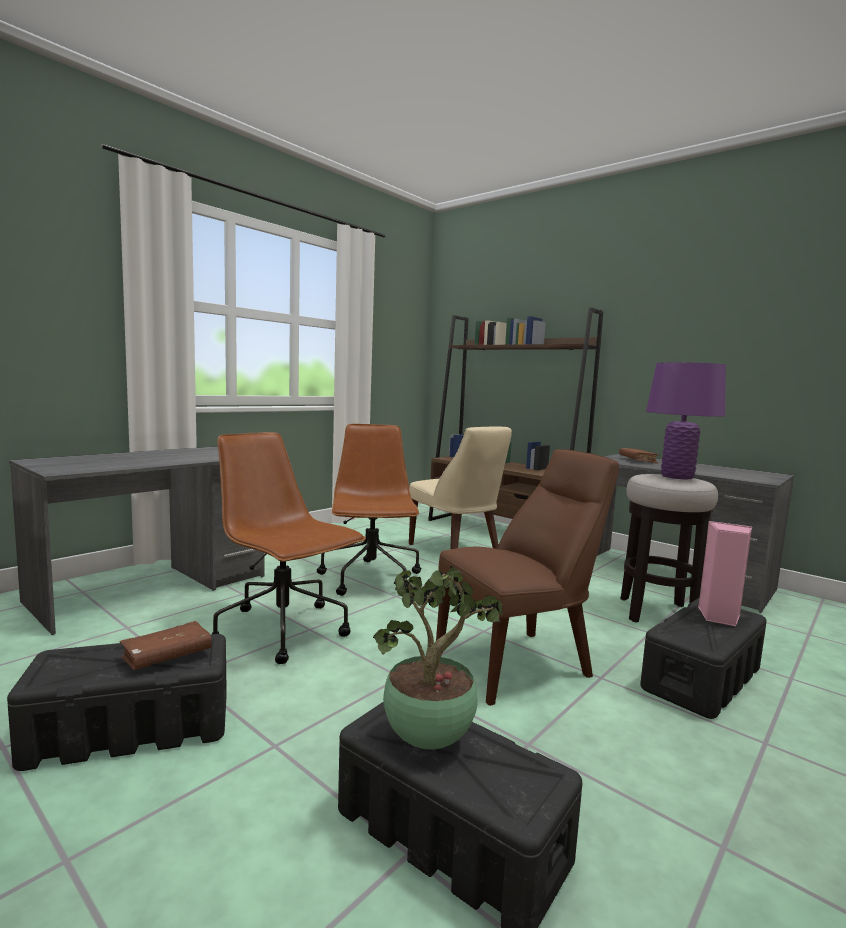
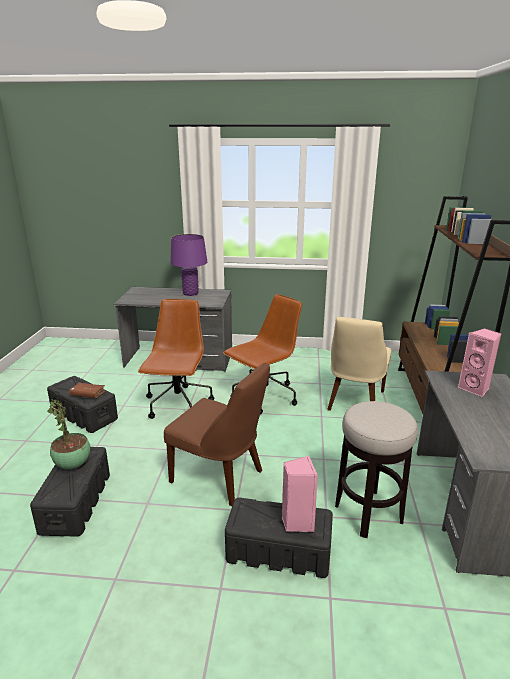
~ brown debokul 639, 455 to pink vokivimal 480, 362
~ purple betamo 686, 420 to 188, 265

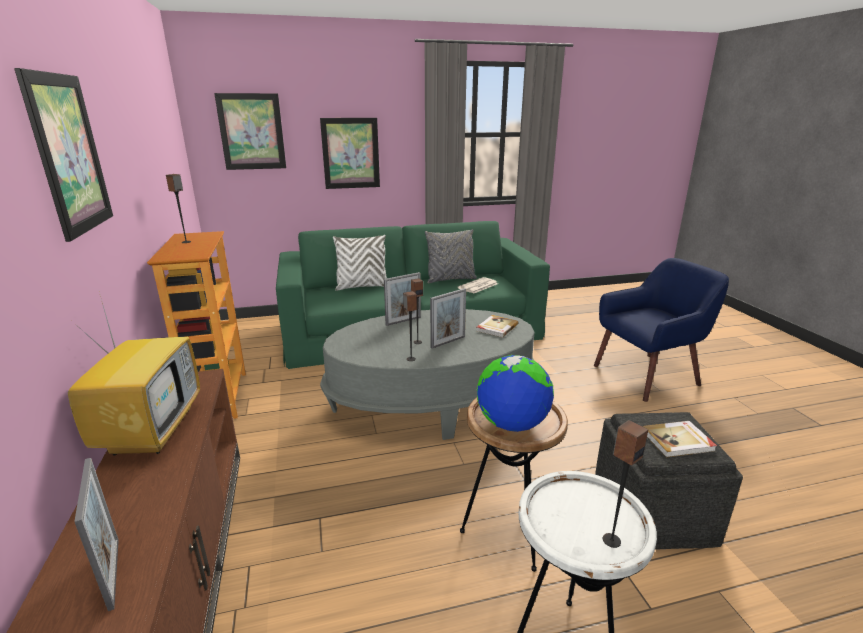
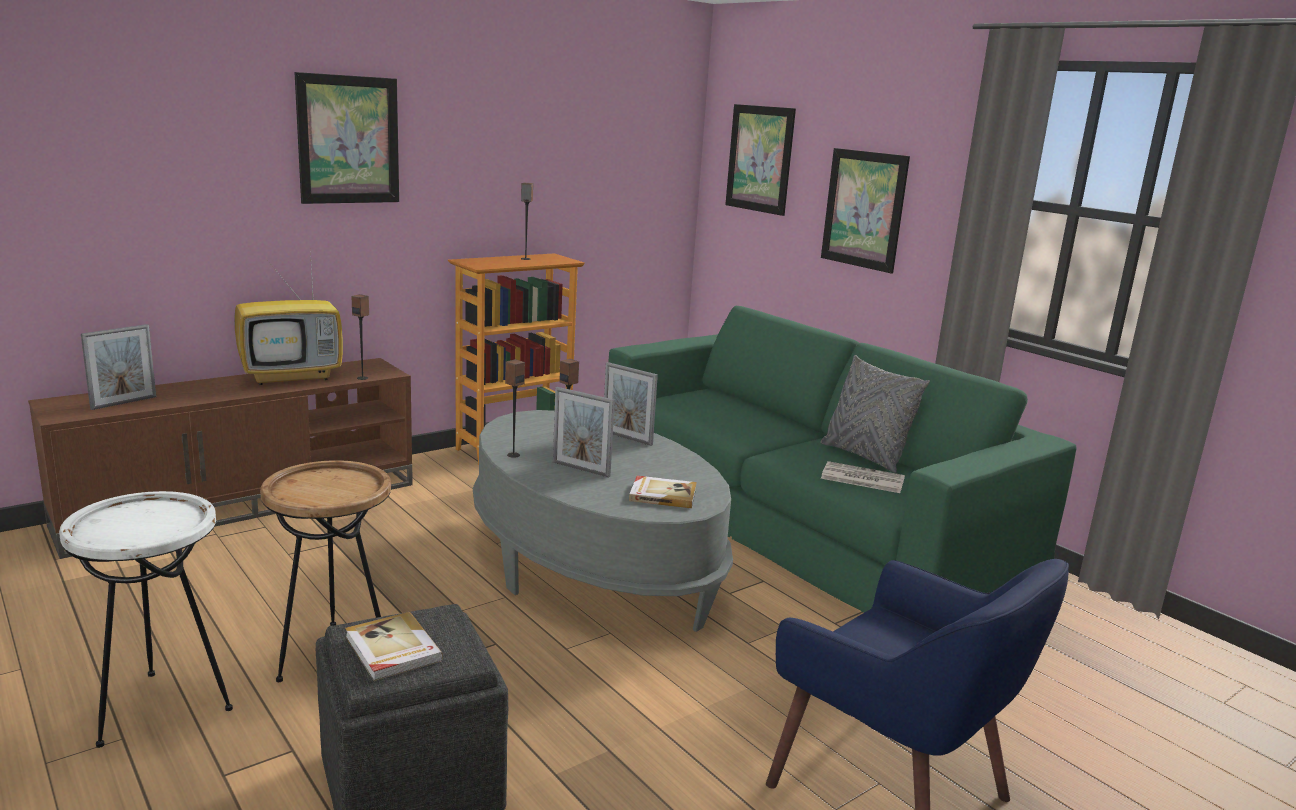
- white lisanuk 360, 263
- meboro 515, 393
~ vokivimal 625, 484 to 360, 337

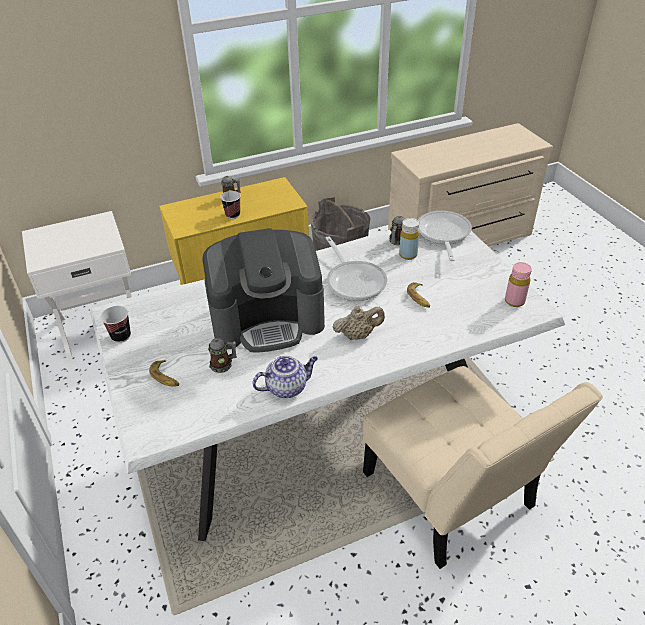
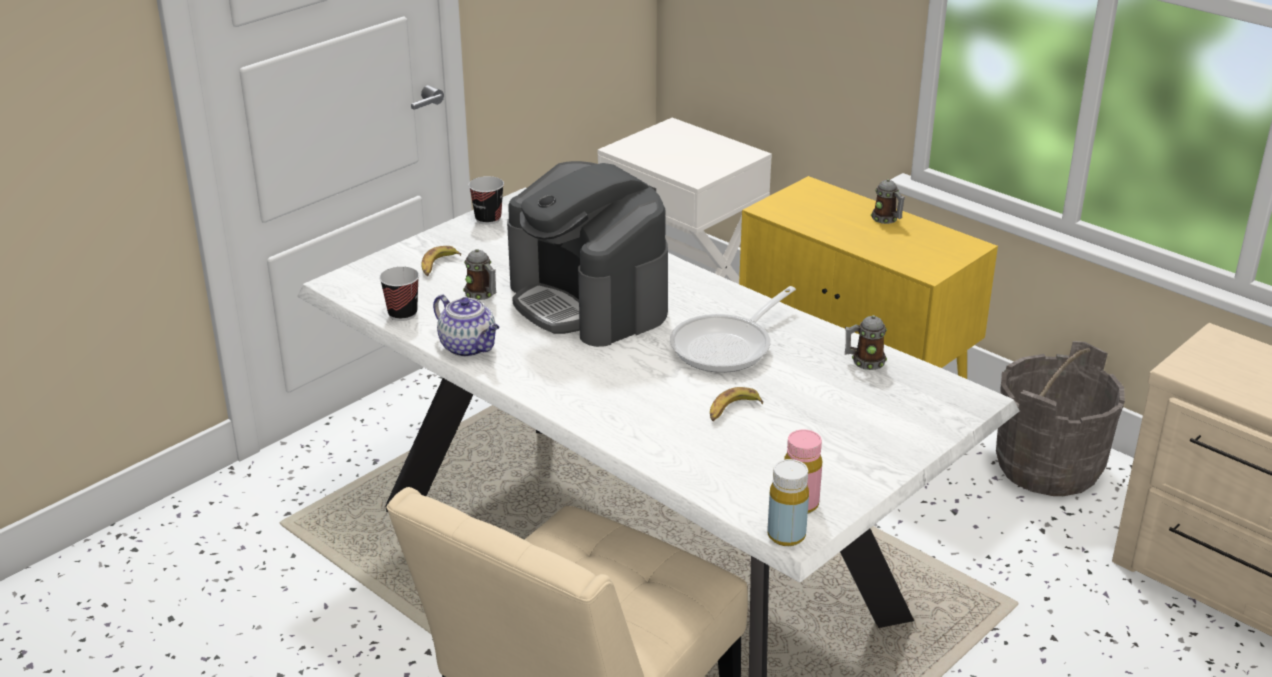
~ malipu 230, 205 to 399, 293
- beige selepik 358, 323
~ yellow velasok 409, 239 to 788, 502
- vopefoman 445, 236

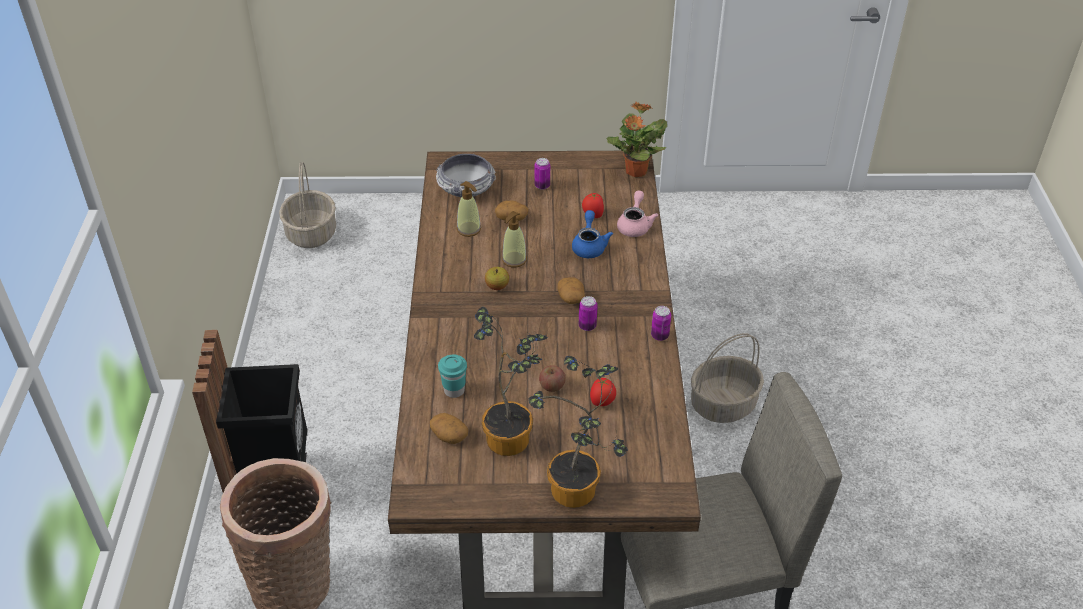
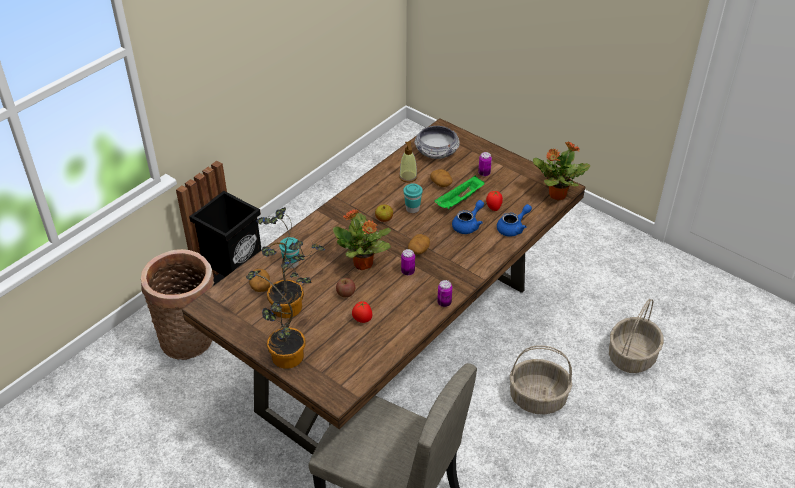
~ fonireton 307, 205 to 636, 336
~ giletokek 514, 239 to turquoise malipu 413, 198
~ pink selepik 637, 214 to blue selepik 514, 220
+ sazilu 362, 239
+ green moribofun 460, 192

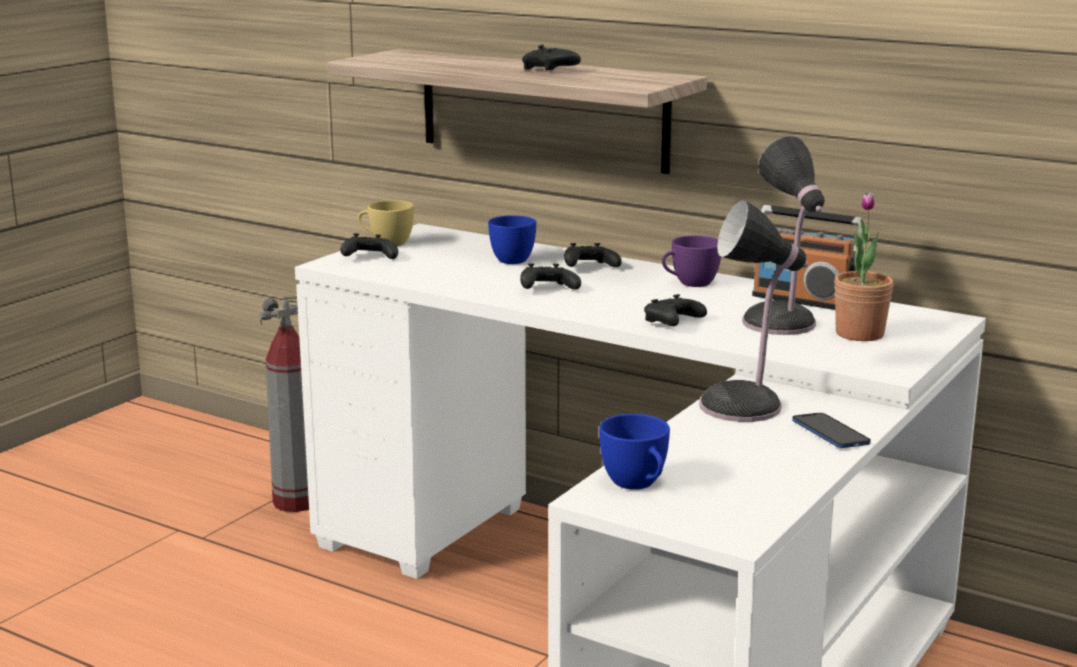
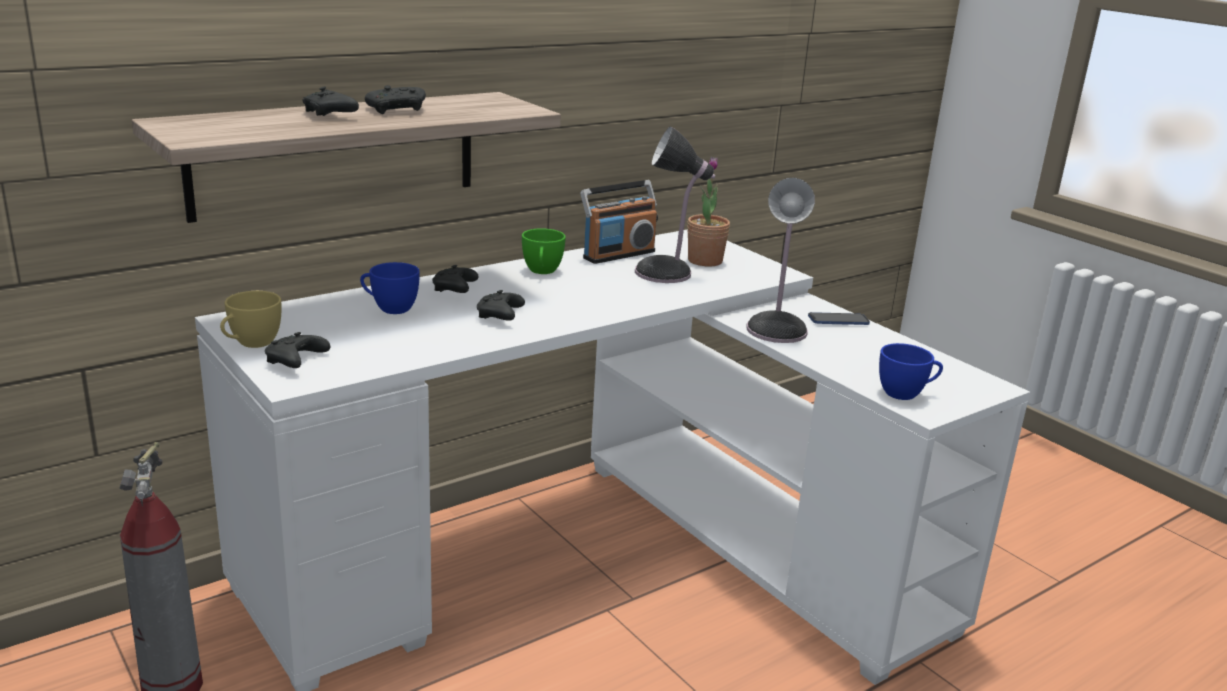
~ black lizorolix 675, 310 to 330, 101
~ purple malipu 691, 261 to green malipu 544, 251

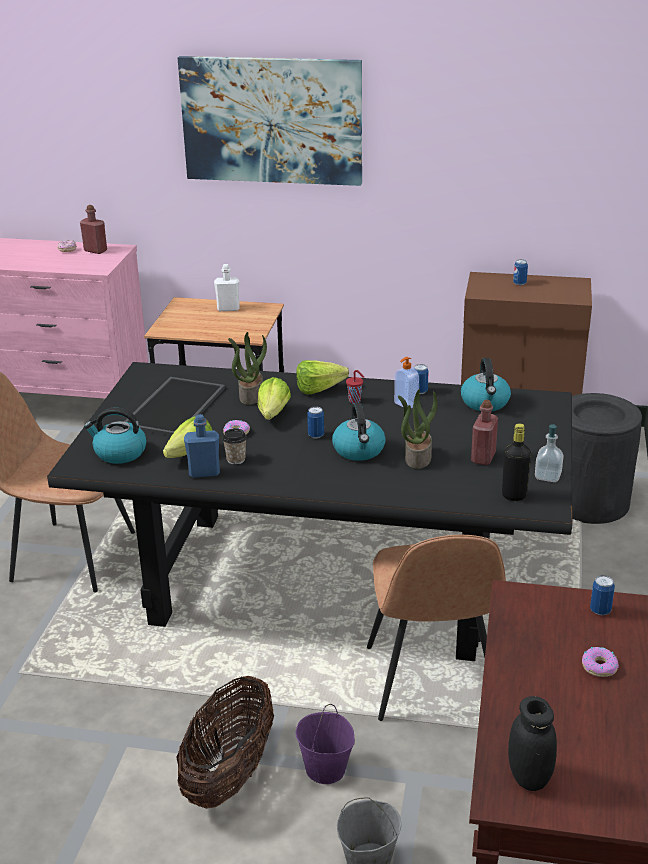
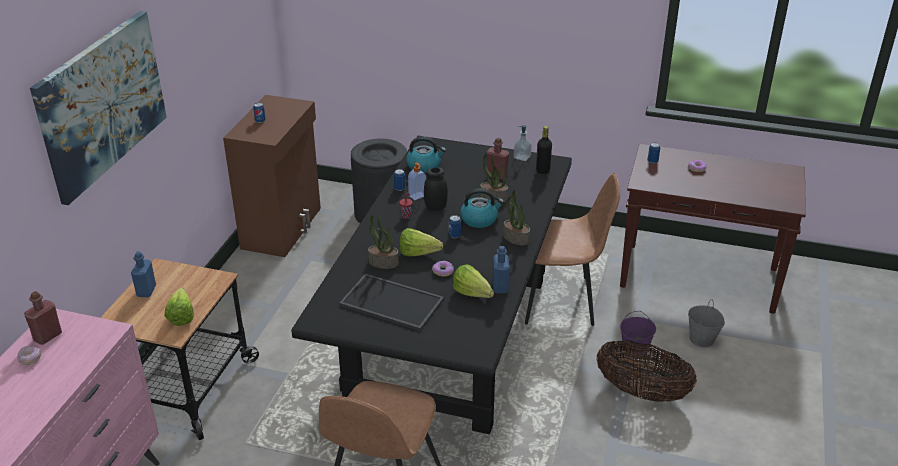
- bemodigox 115, 436
~ white velasok 227, 287 to blue velasok 143, 274
- malipu 234, 446
~ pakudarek 322, 377 to 179, 307
~ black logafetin 532, 743 to 436, 189
+ sazilu 516, 218

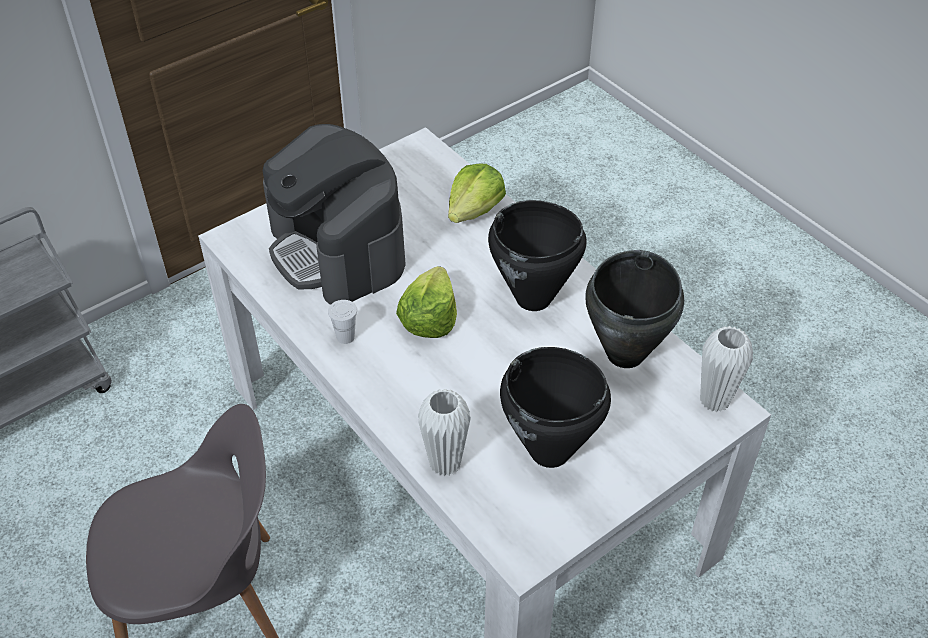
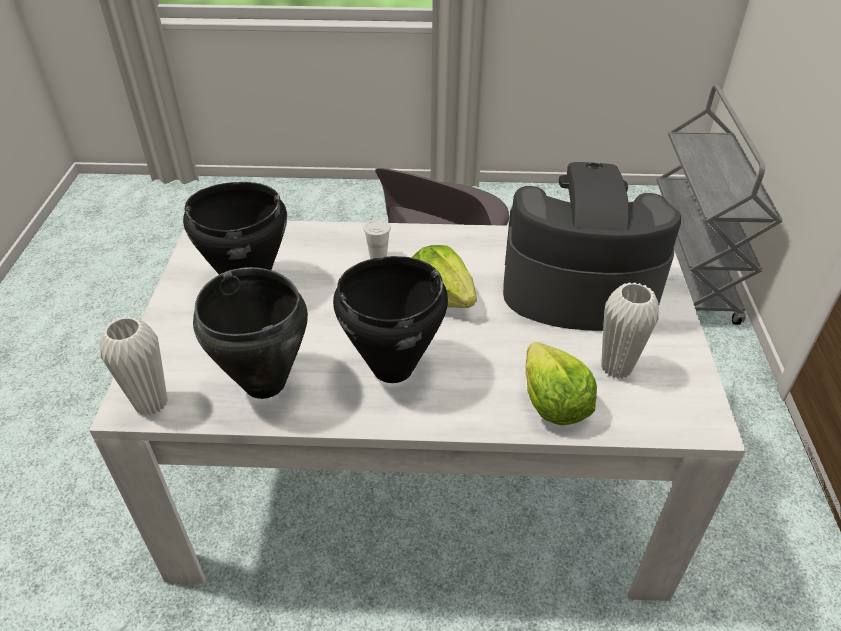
~ white malipu 342, 322 to 377, 239
~ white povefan 444, 432 to 630, 330

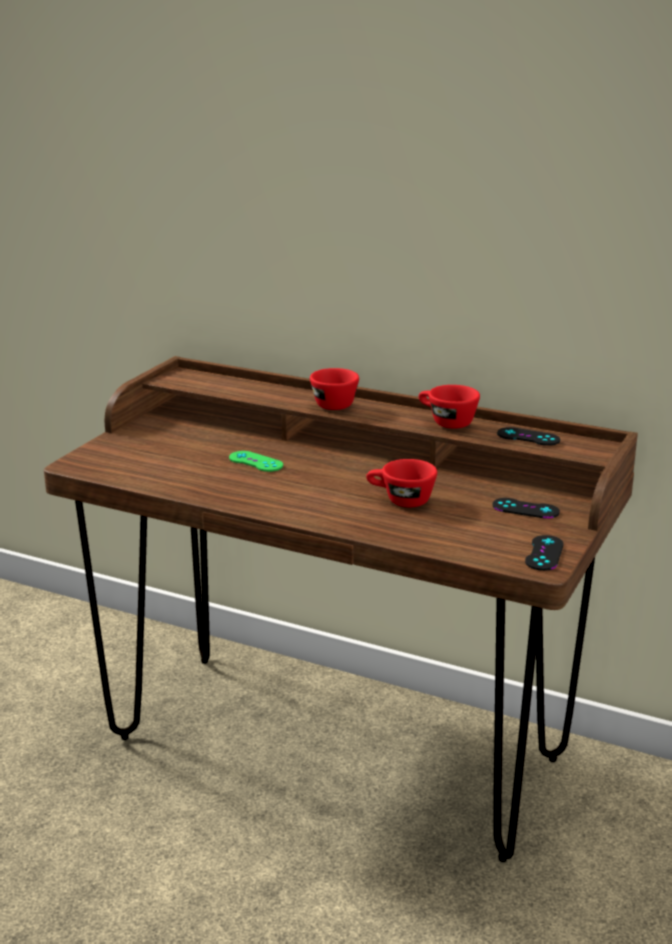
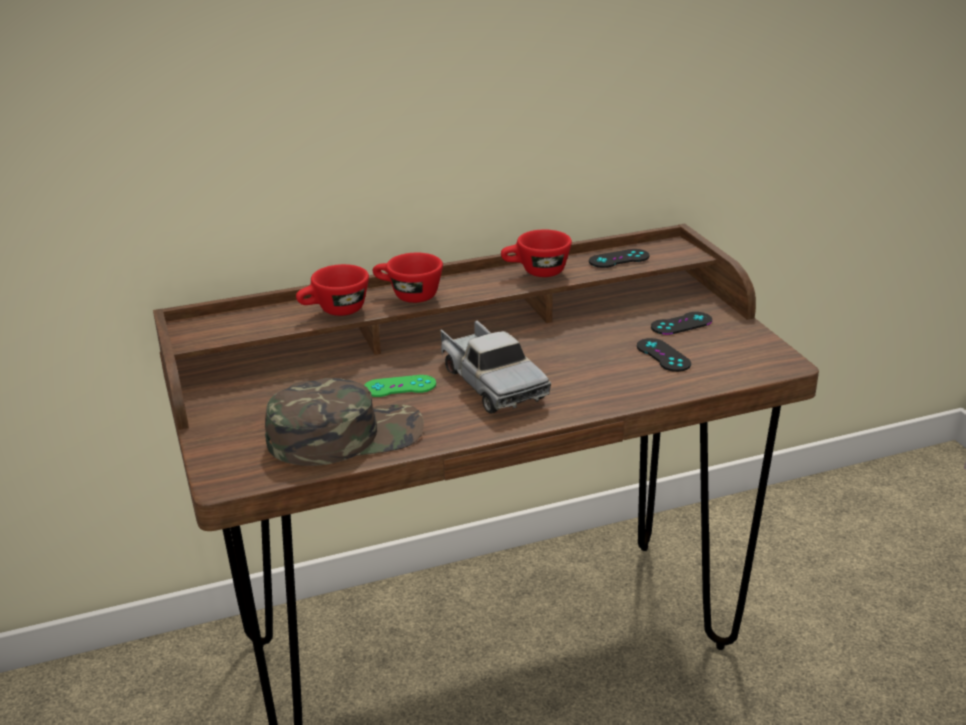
~ red malipu 401, 483 to 332, 290
~ black lizorolix 544, 553 to 664, 355
+ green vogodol 344, 422
+ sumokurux 495, 367

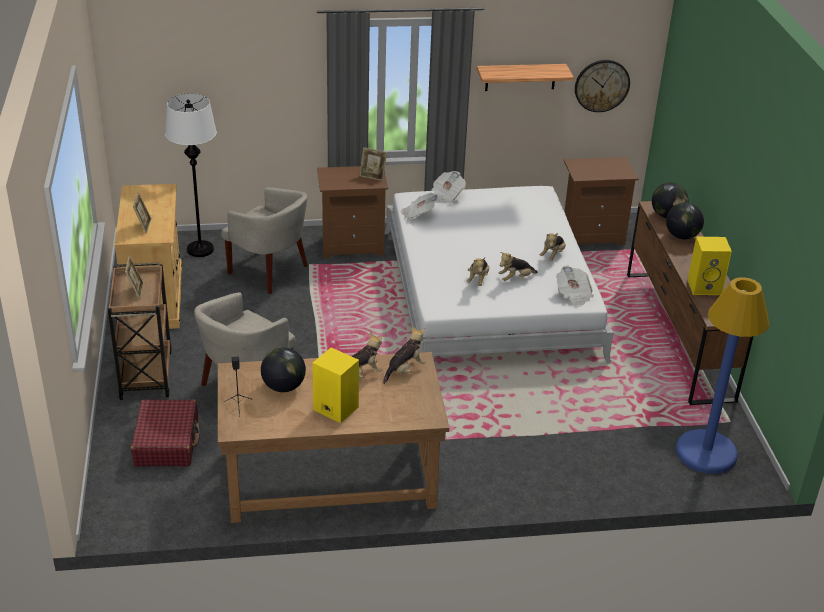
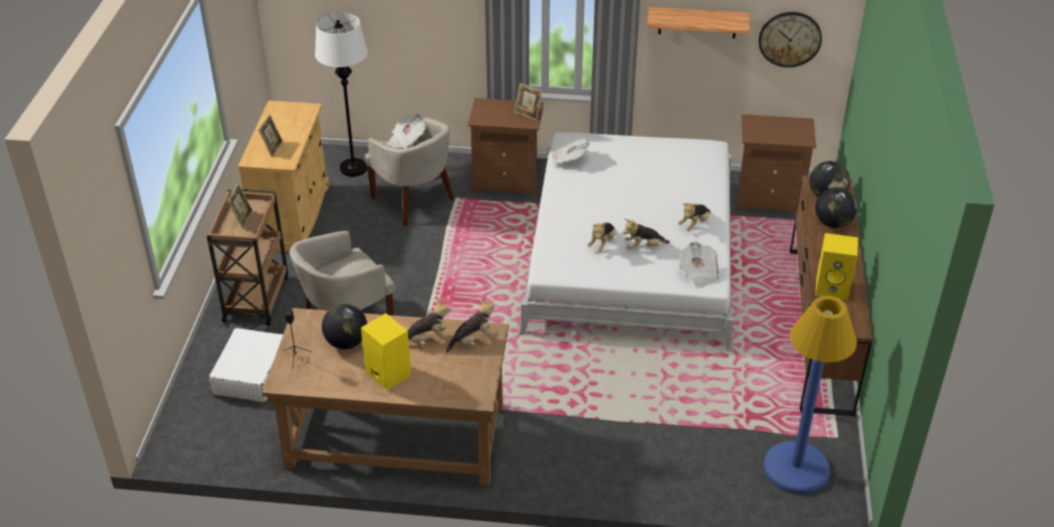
~ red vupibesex 165, 433 to white vupibesex 246, 365
~ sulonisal 448, 187 to 407, 131

